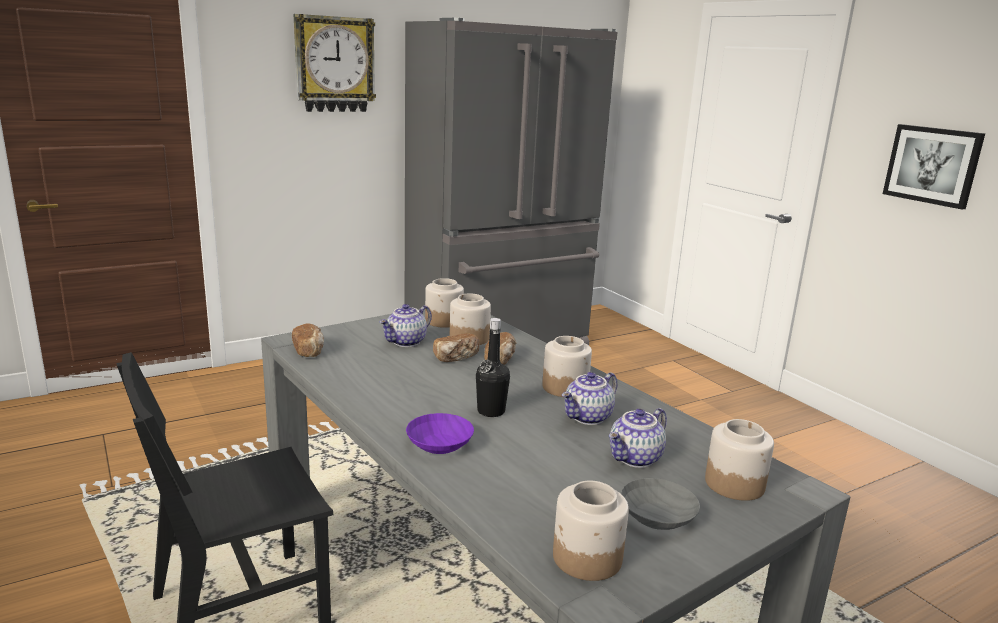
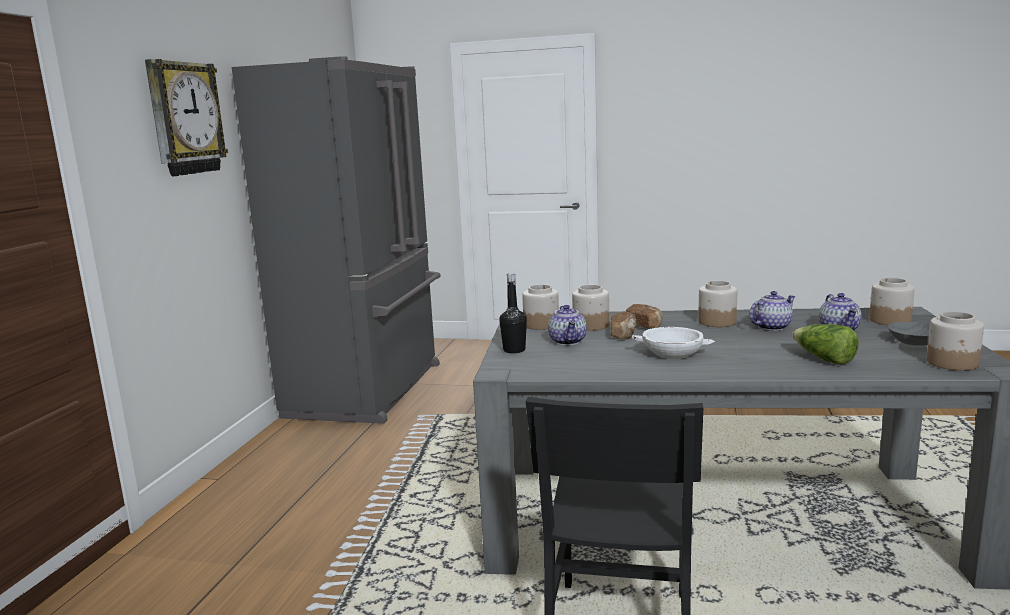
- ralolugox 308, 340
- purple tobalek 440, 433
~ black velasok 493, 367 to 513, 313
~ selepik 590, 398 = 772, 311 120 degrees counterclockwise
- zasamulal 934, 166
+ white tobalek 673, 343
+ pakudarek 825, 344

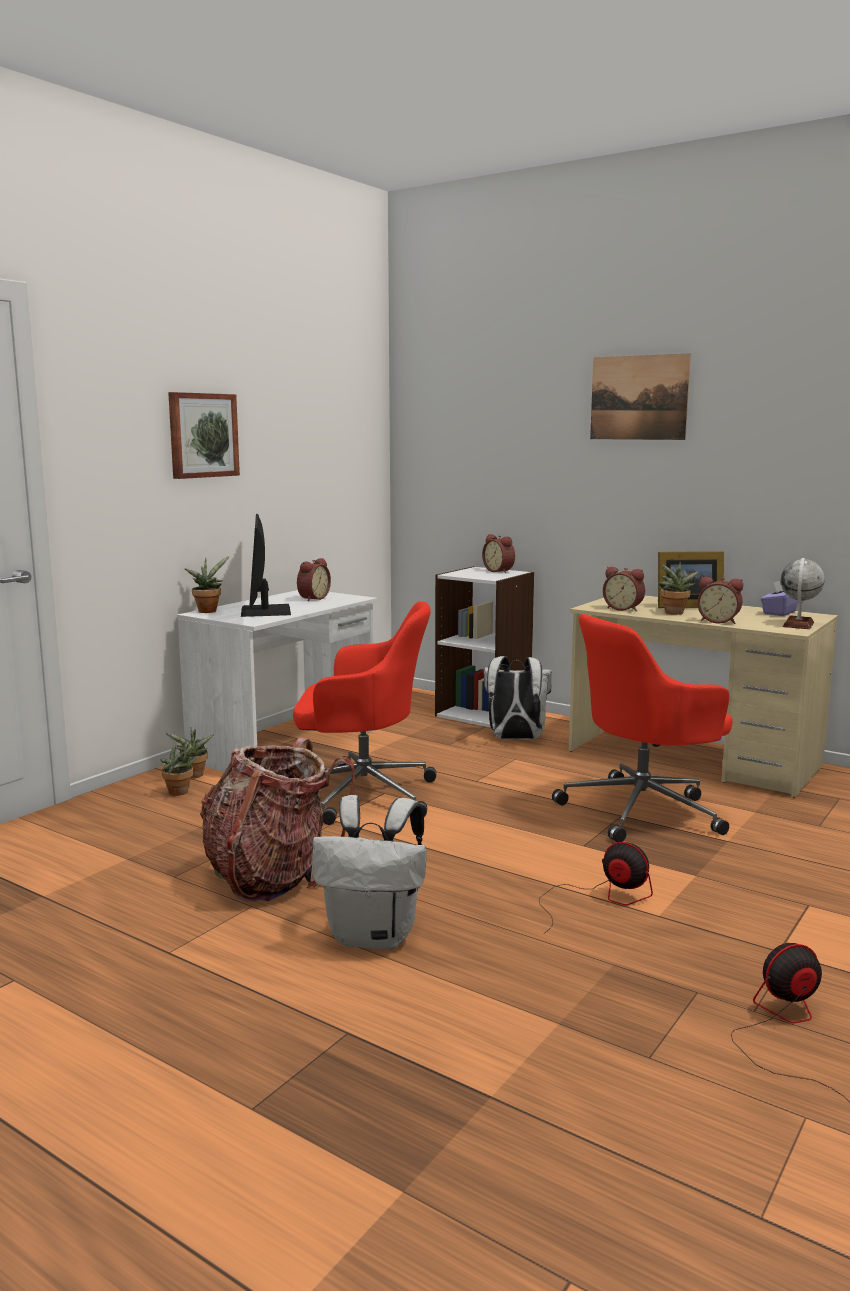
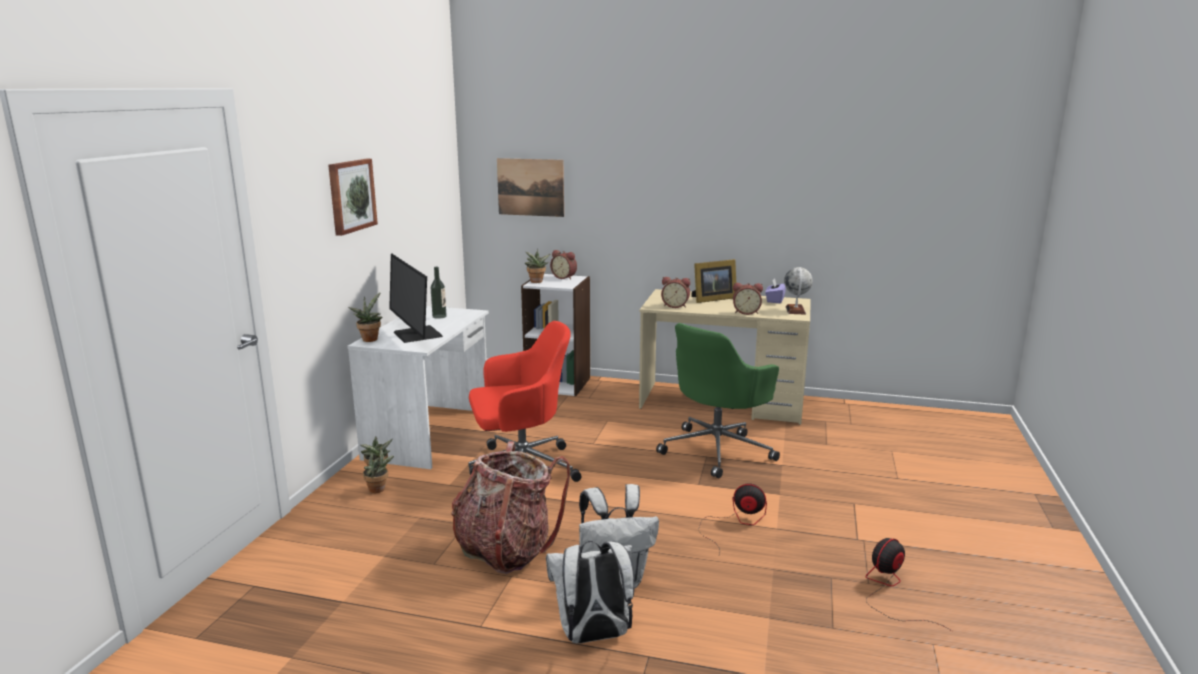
~ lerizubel 314, 579 to velasok 439, 293
~ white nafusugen 518, 698 to 590, 592
~ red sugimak 642, 728 to green sugimak 718, 400
~ zasamulal 640, 396 to 530, 187
~ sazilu 679, 588 to 537, 266

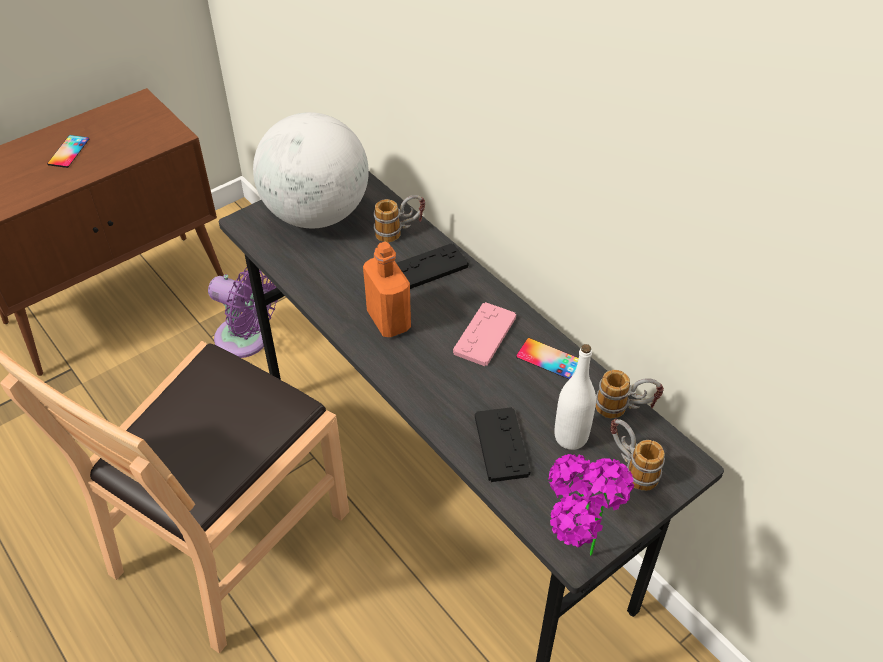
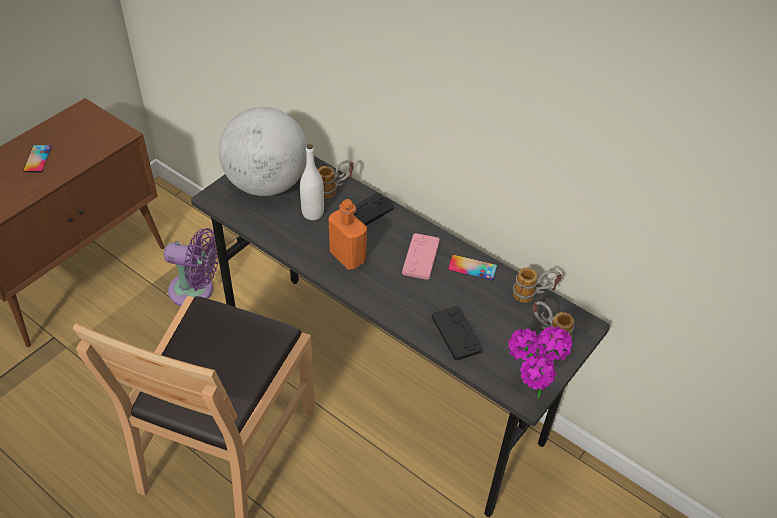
~ white velasok 575, 397 to 312, 182

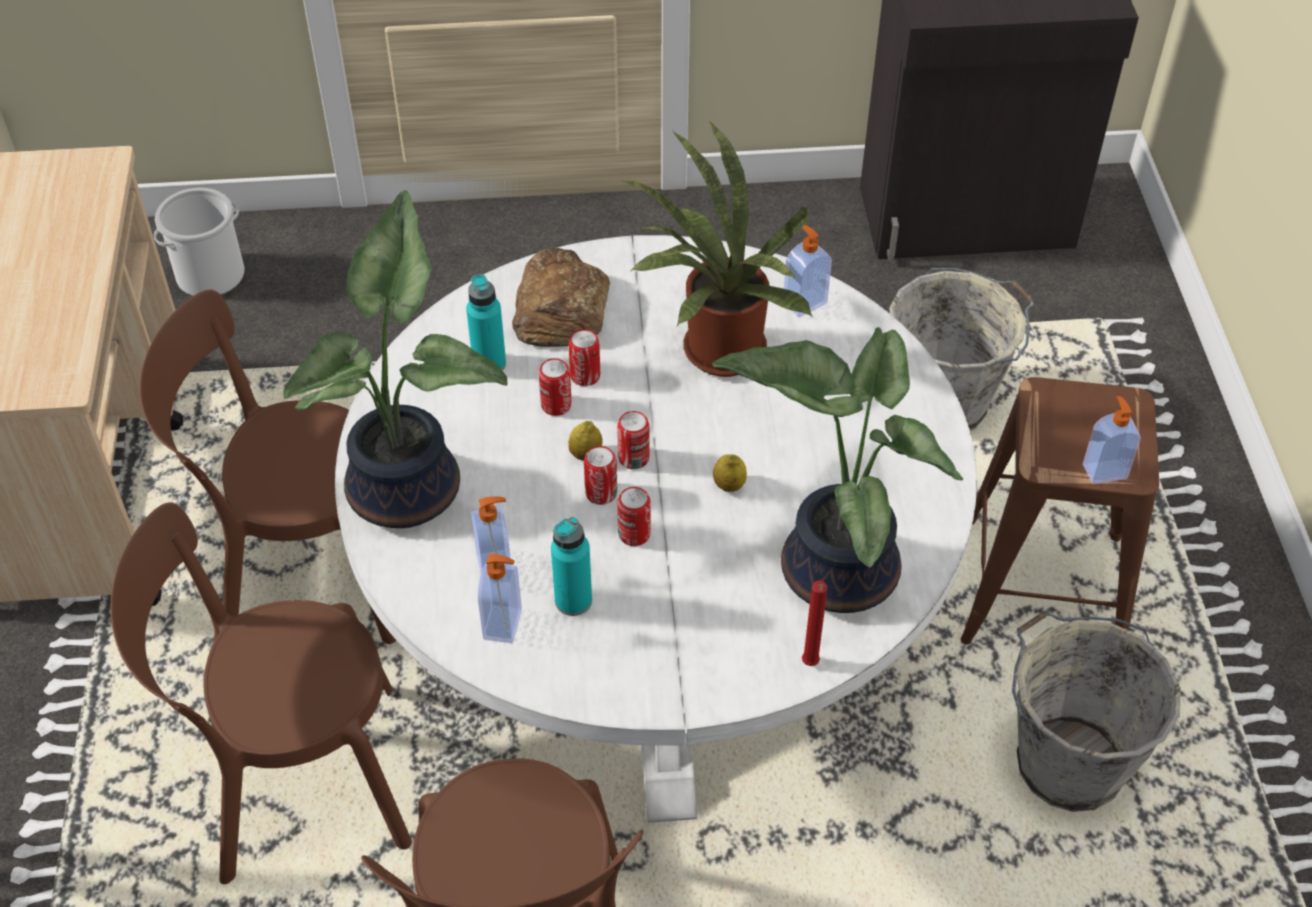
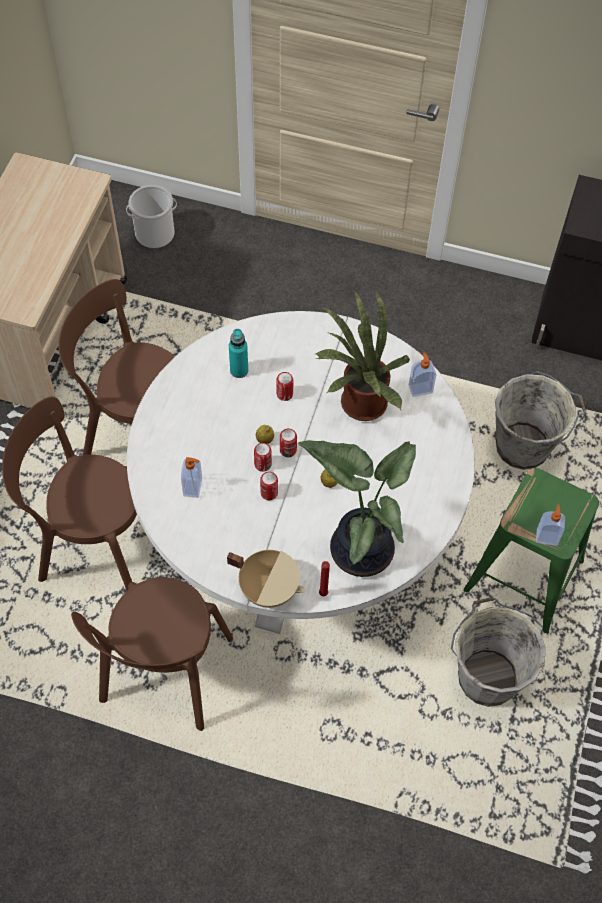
- sazilu 395, 359
- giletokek 500, 598
- ralolugox 561, 297
- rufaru 555, 387
- turquoise velasok 571, 566
~ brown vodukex 1060, 511 to green vodukex 531, 550
+ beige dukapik 266, 579

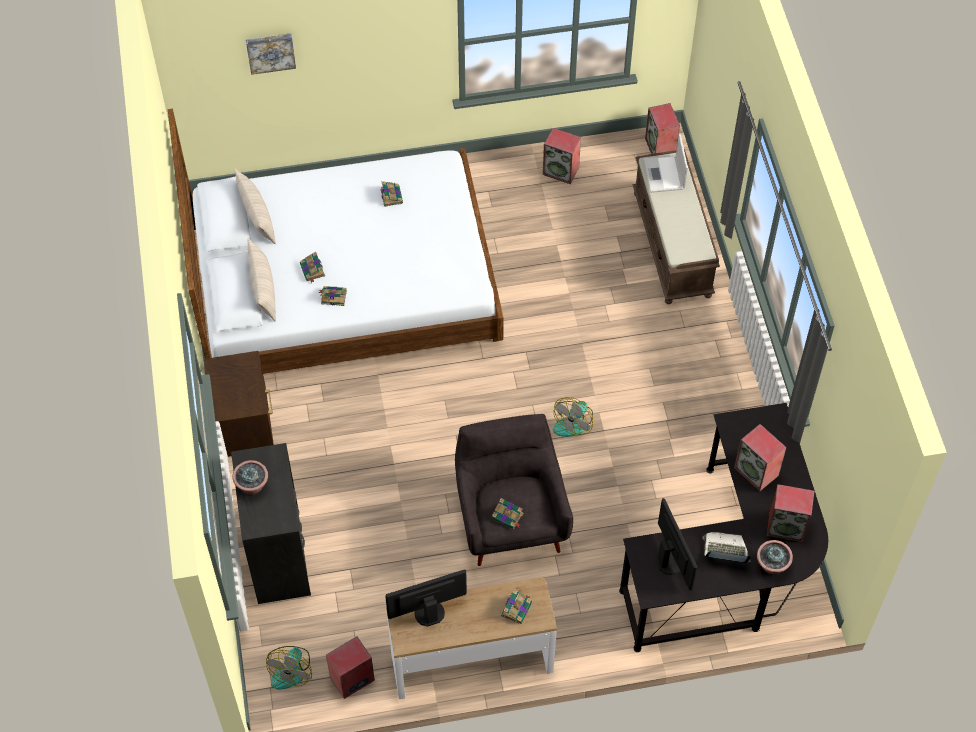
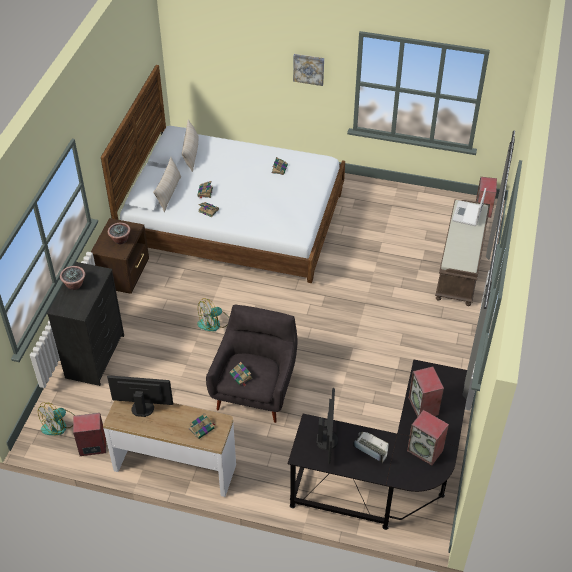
~ zasamulal 271, 54 to 308, 70
- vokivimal 562, 156
~ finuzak 573, 417 to 213, 314
~ sazilu 775, 557 to 119, 233

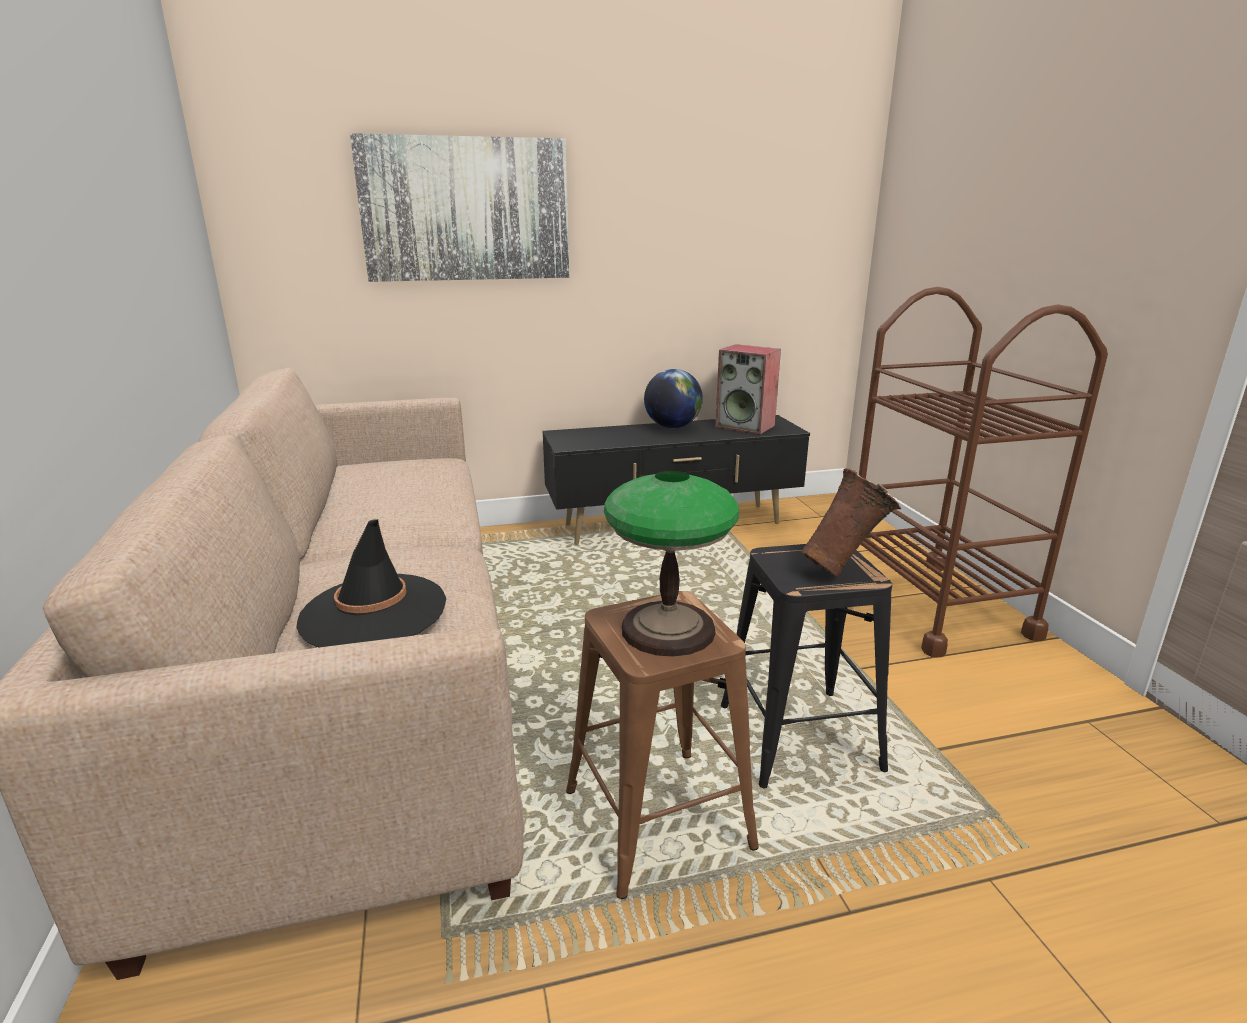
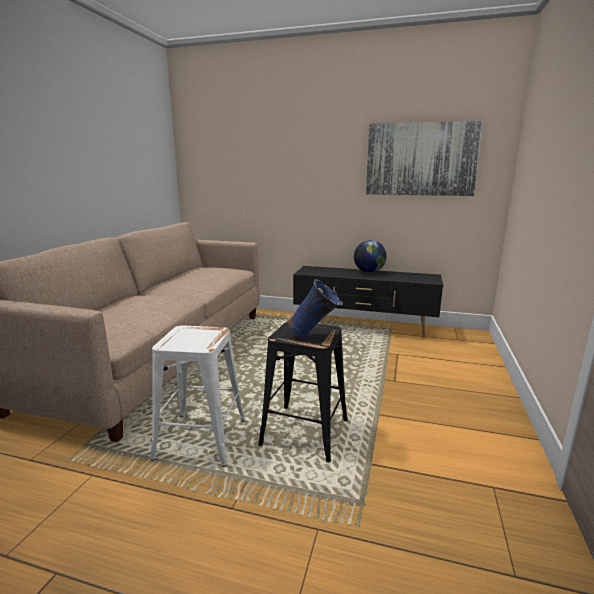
- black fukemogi 371, 583
~ zasamulal 459, 207 to 425, 158
~ brown vodukex 662, 745 to white vodukex 197, 396
- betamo 671, 564
- vokivimal 748, 389
~ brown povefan 851, 522 to blue povefan 315, 308
- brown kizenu 983, 472

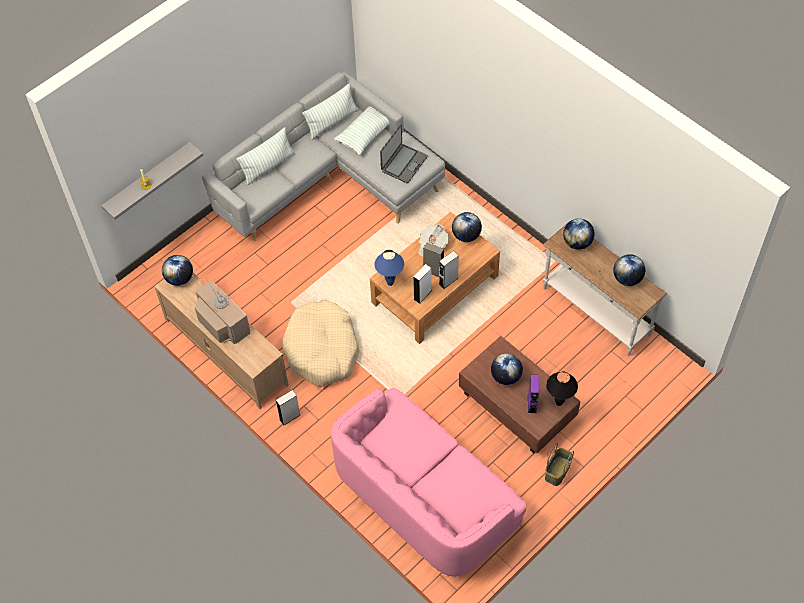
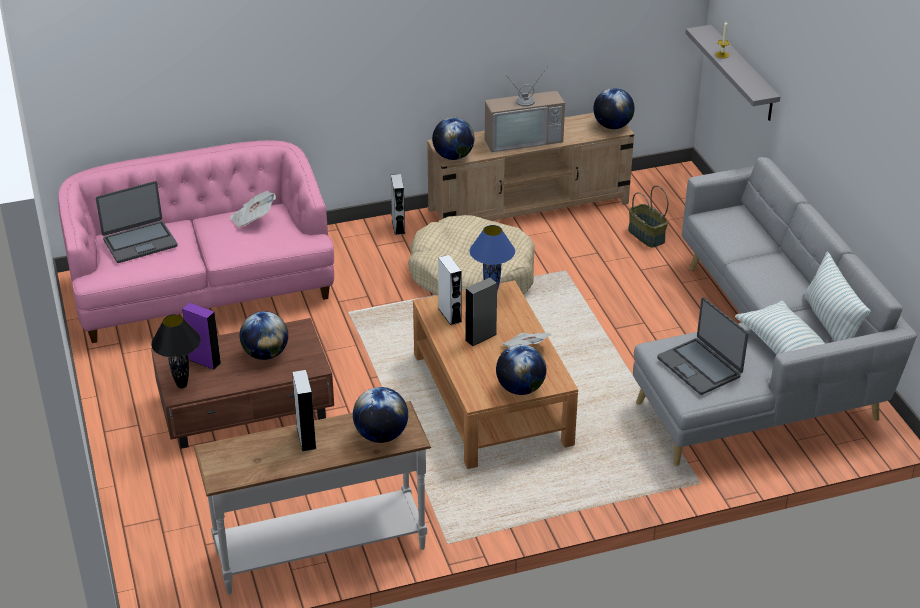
- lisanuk 266, 156
~ grey vokivimal 449, 270 to 304, 410
~ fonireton 559, 464 to 648, 216
~ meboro 629, 270 to 453, 138
+ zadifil 137, 222
+ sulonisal 253, 209

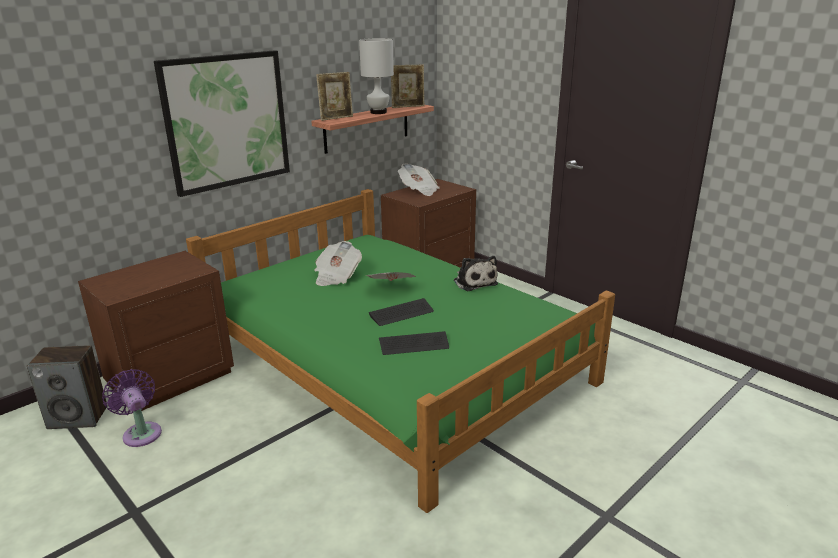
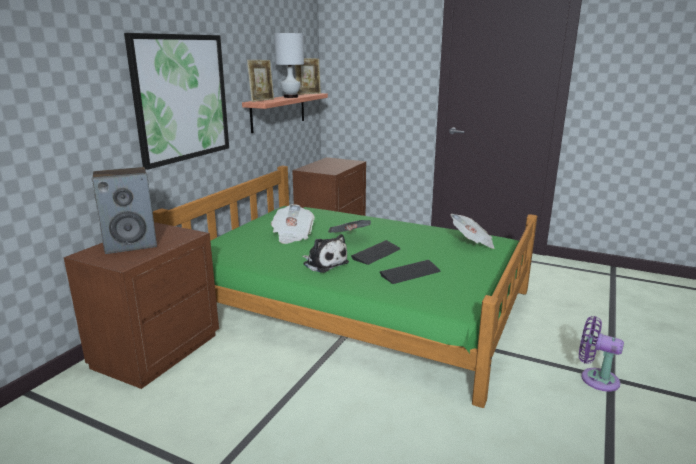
~ vokivimal 66, 387 to 124, 210
~ purple finuzak 132, 408 to 601, 354
~ sulonisal 419, 179 to 472, 231
~ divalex 476, 273 to 325, 253

